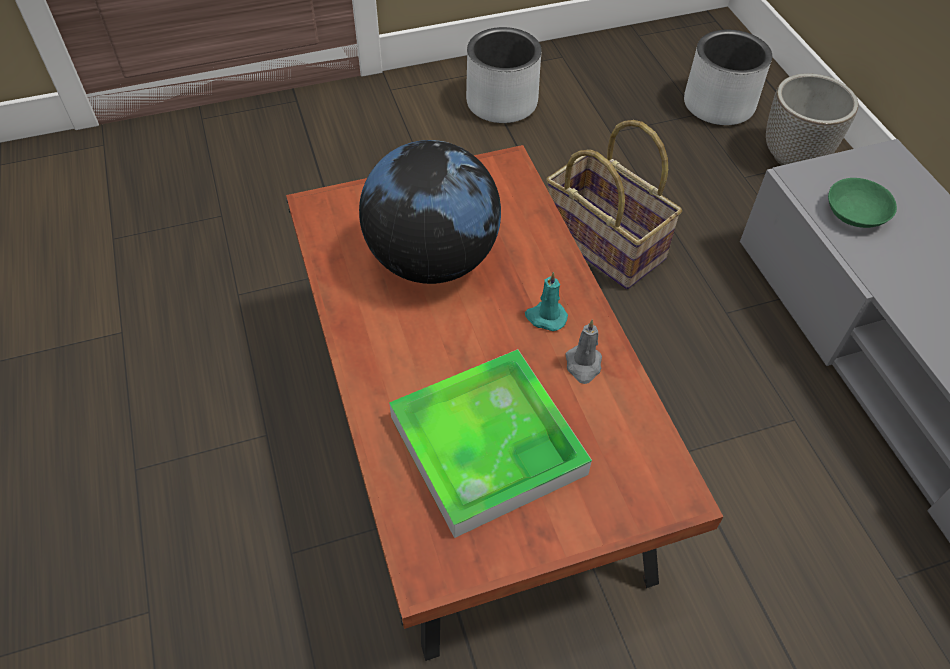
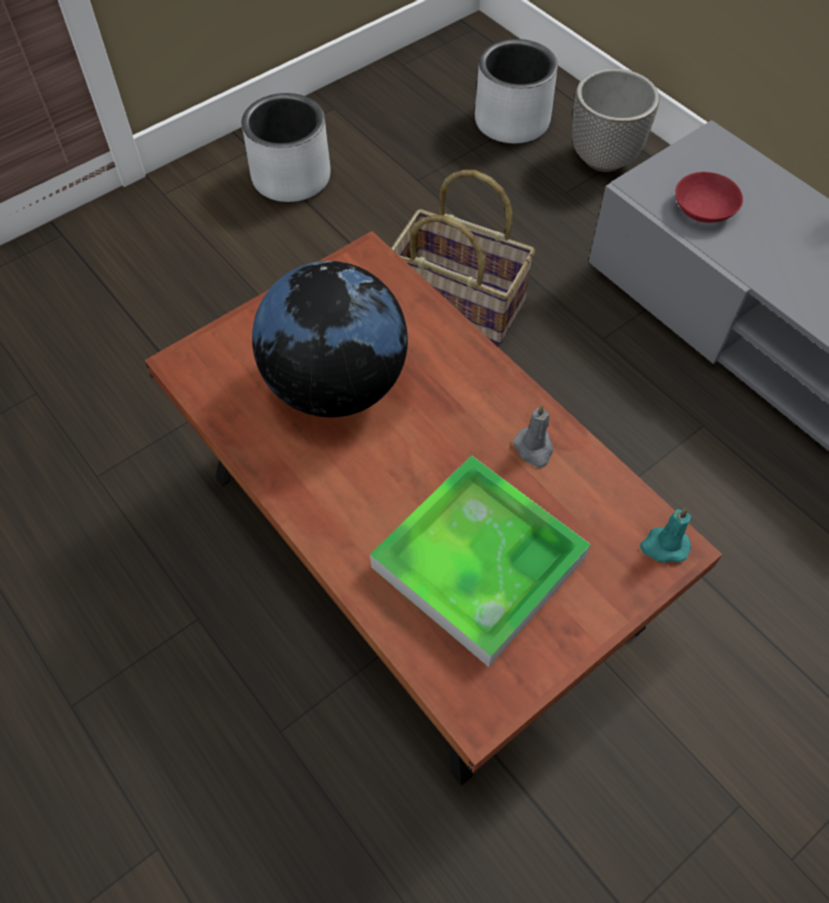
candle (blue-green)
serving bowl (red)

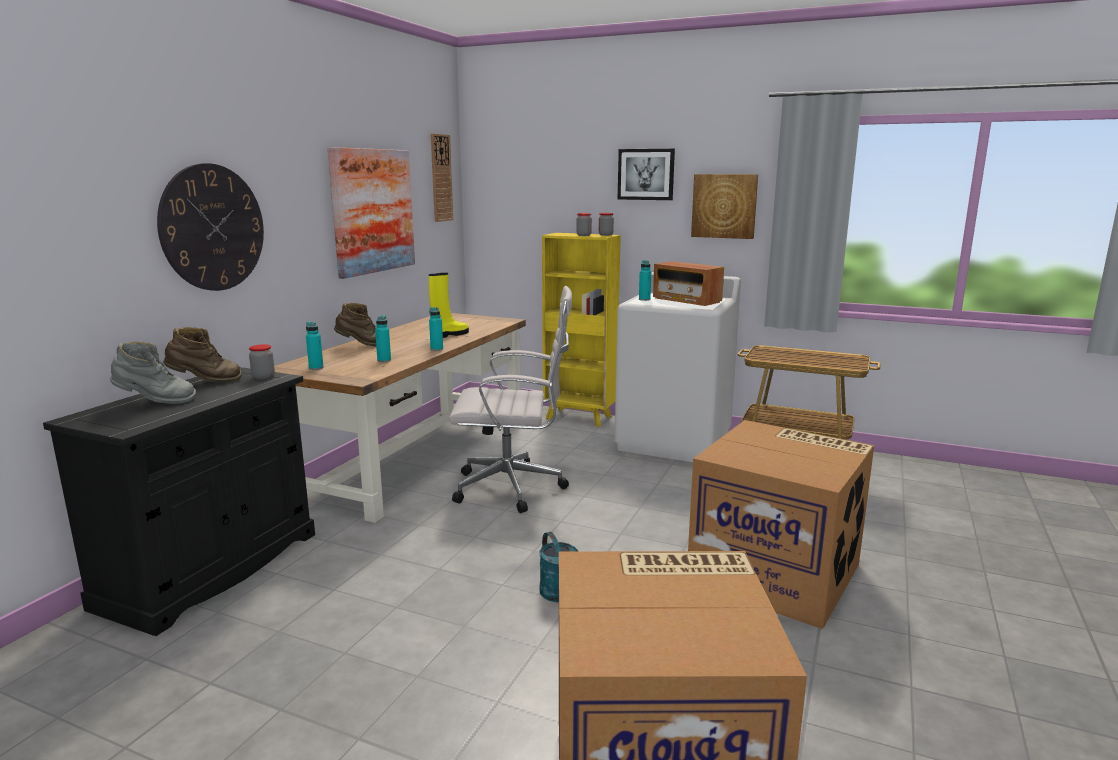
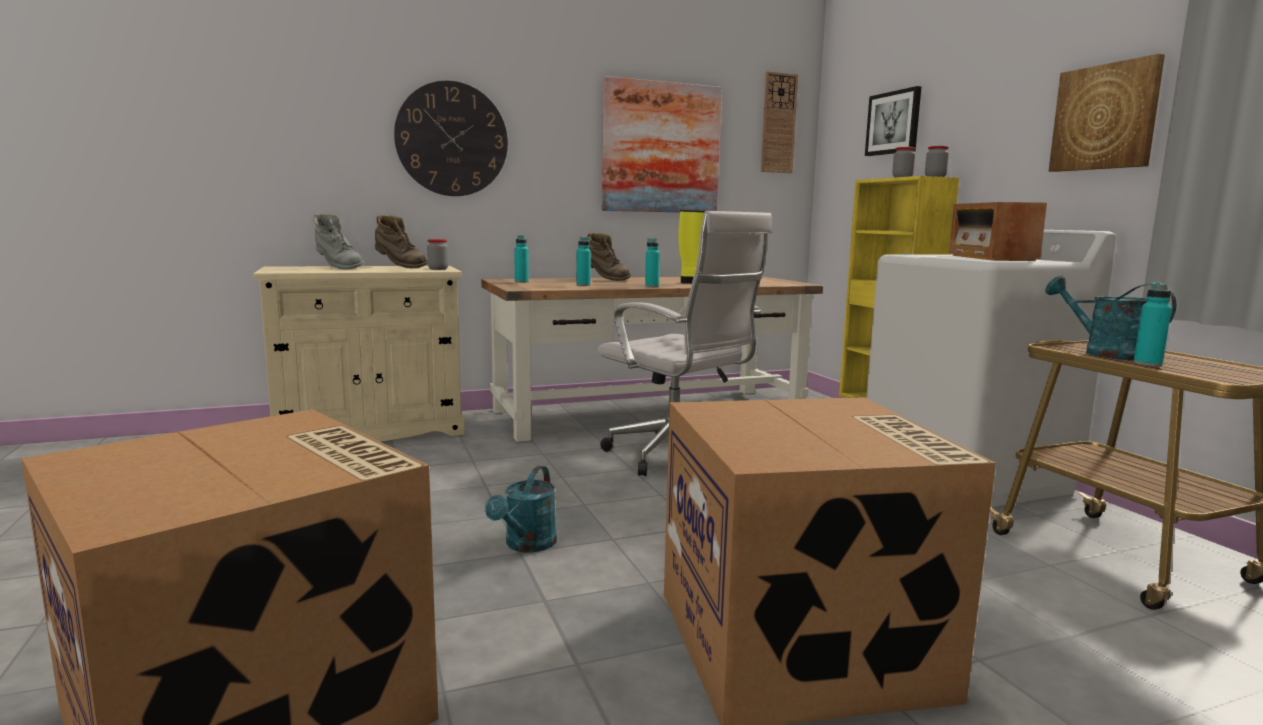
cupboard (beige)
picture (2nd from left)
watering can (blue-green) (2nd from left)
bottle (blue-green) (4th from left)

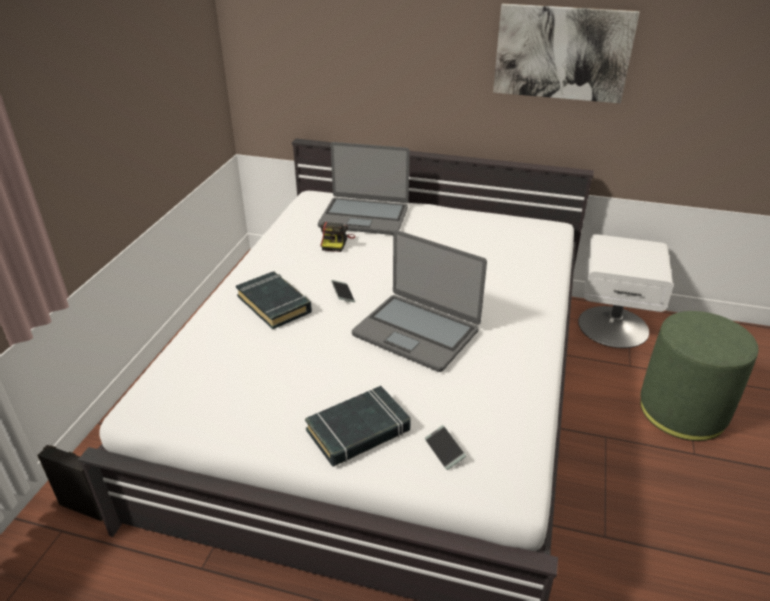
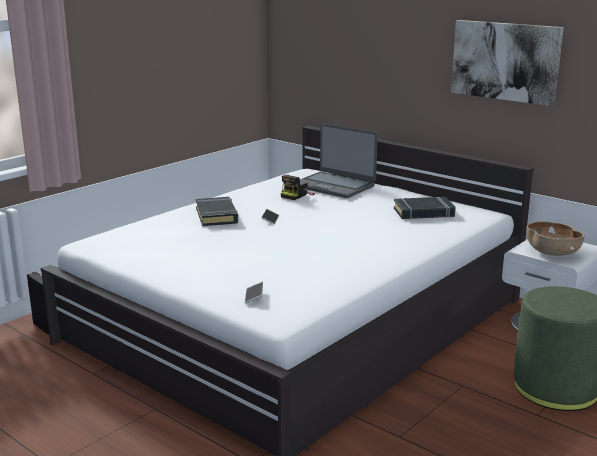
book (black-coloured) (2nd from left)
serving bowl (brown-coloured)
portable computer (2nd from left in the first image)

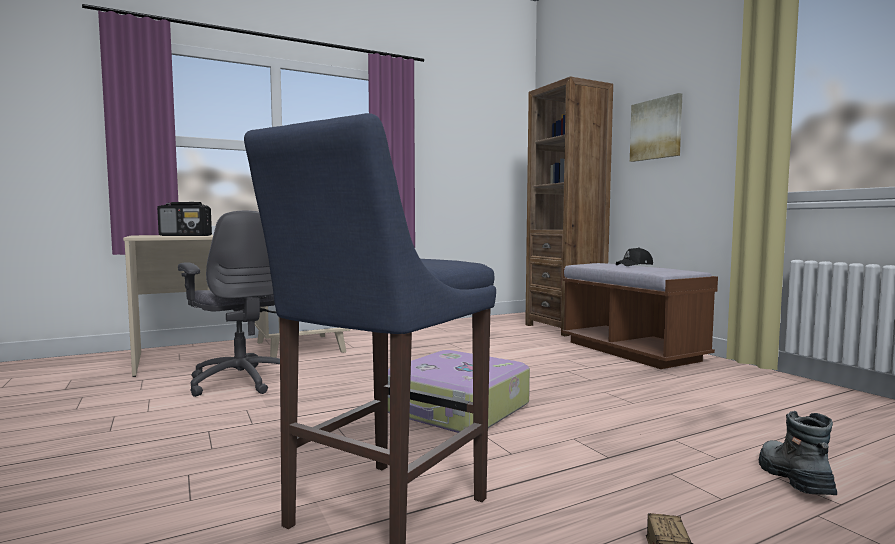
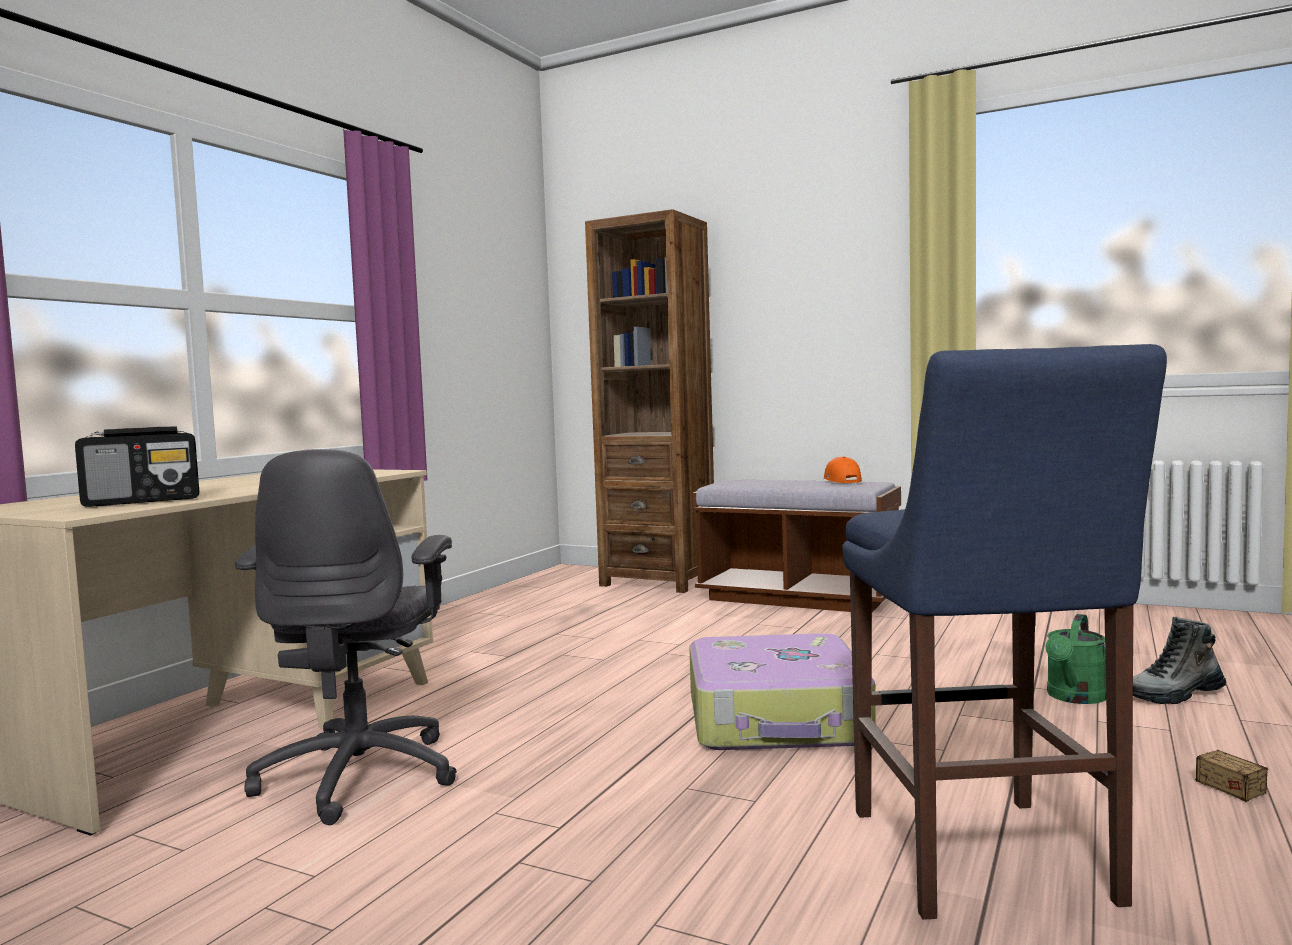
office chair (gray)
cap (orange)
watering can (green)
tall boot
cap (black-coloured)
picture

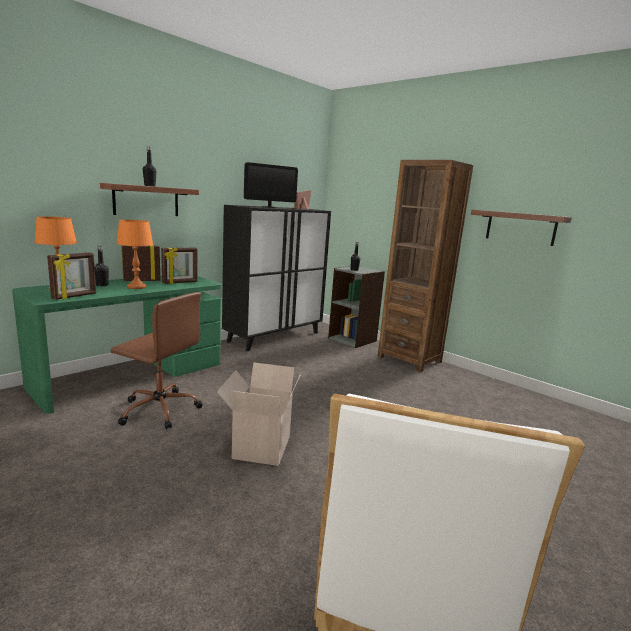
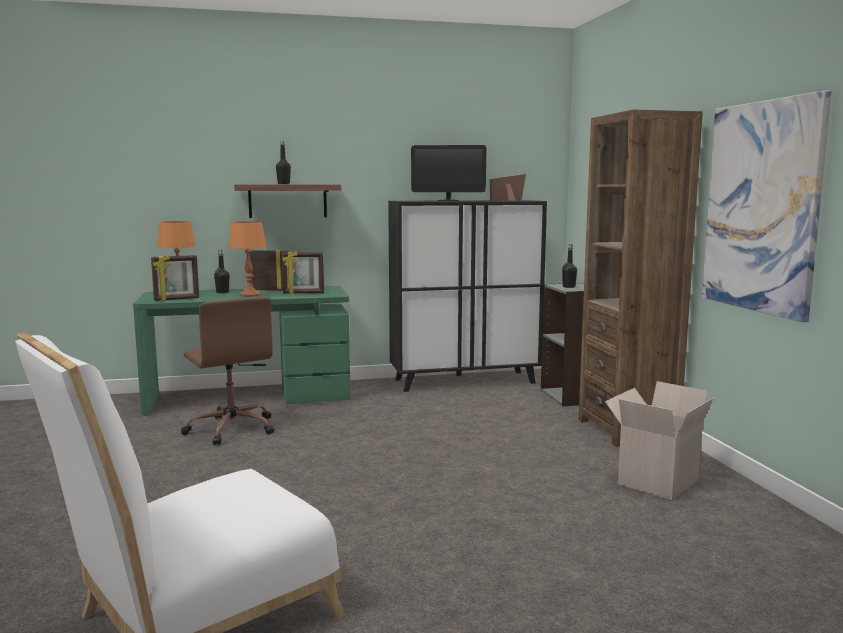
packing box
picture

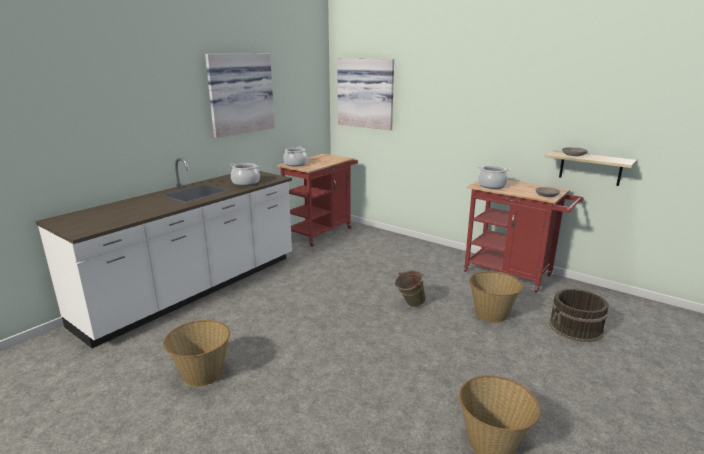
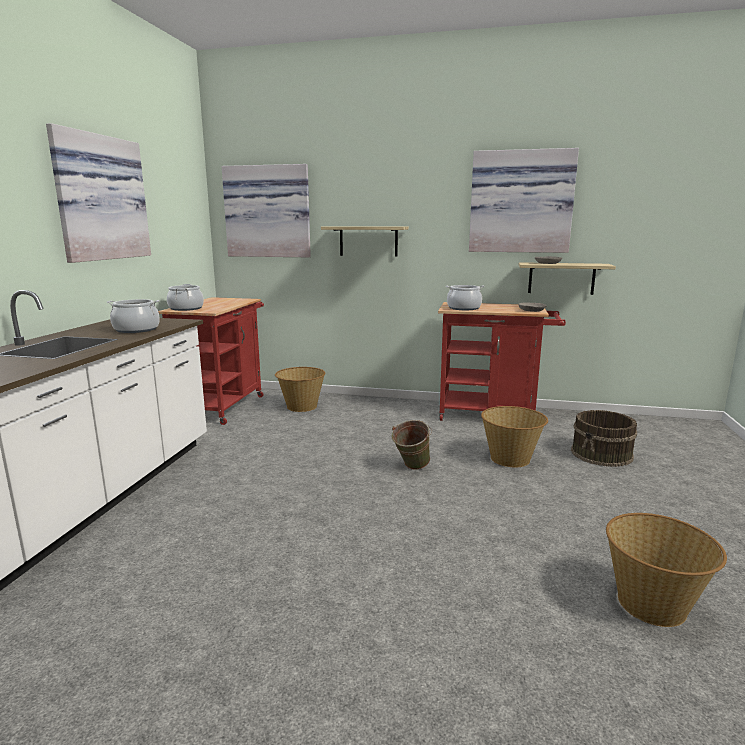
basket (1st from left)
wall shelf (1st from left)
picture (3rd from left)

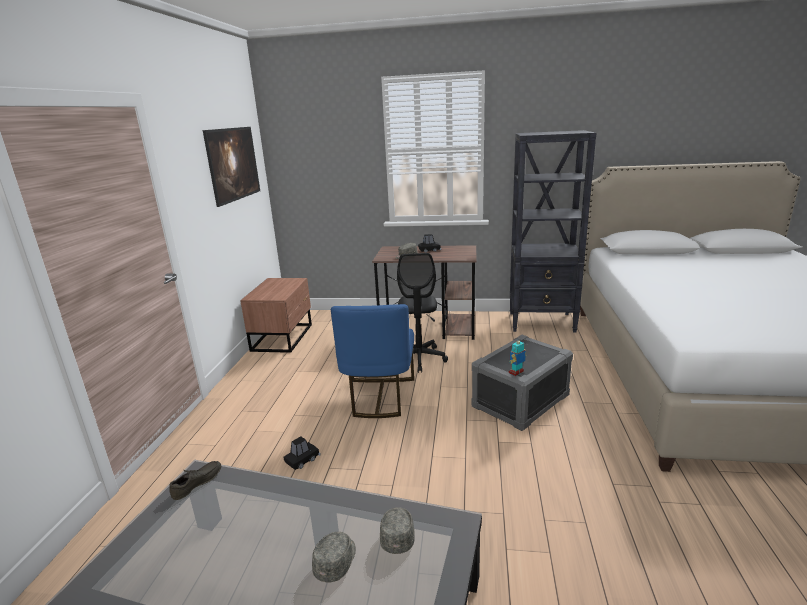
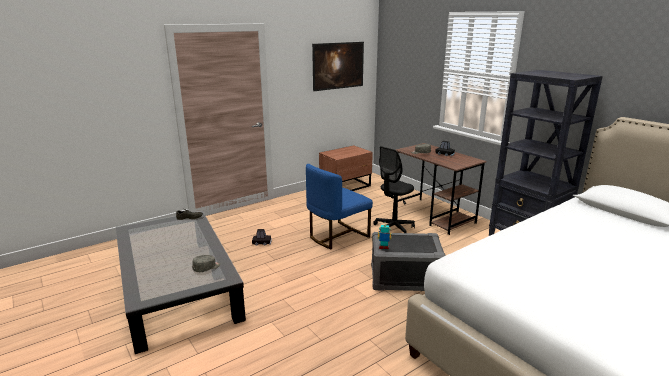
cap (gray) (1st from left in the first image)

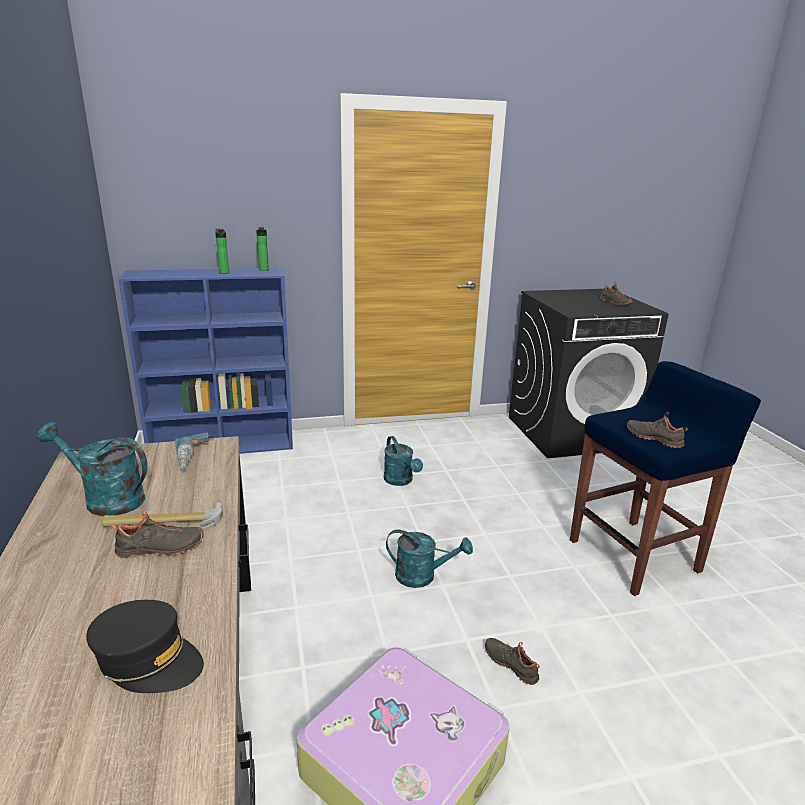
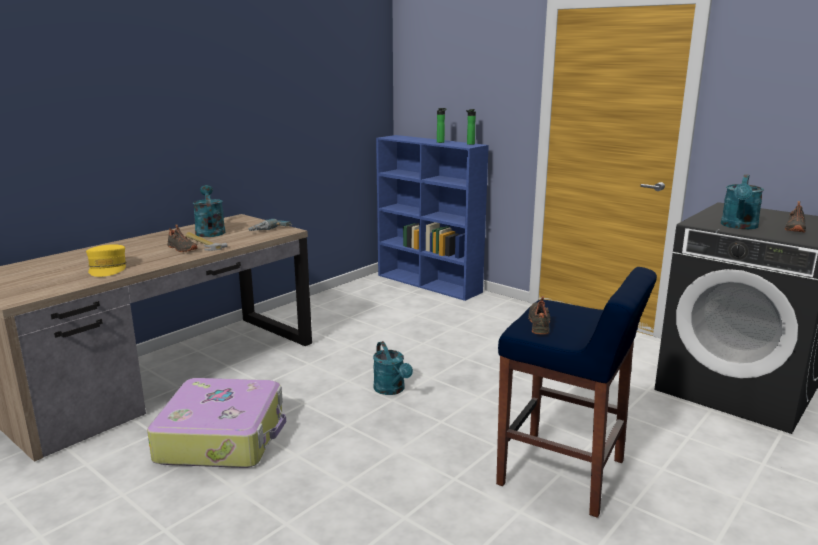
cap (yellow)
watering can (blue-green) (3rd from left)
item of footwear (black-coloured) (2nd from left in the first image)

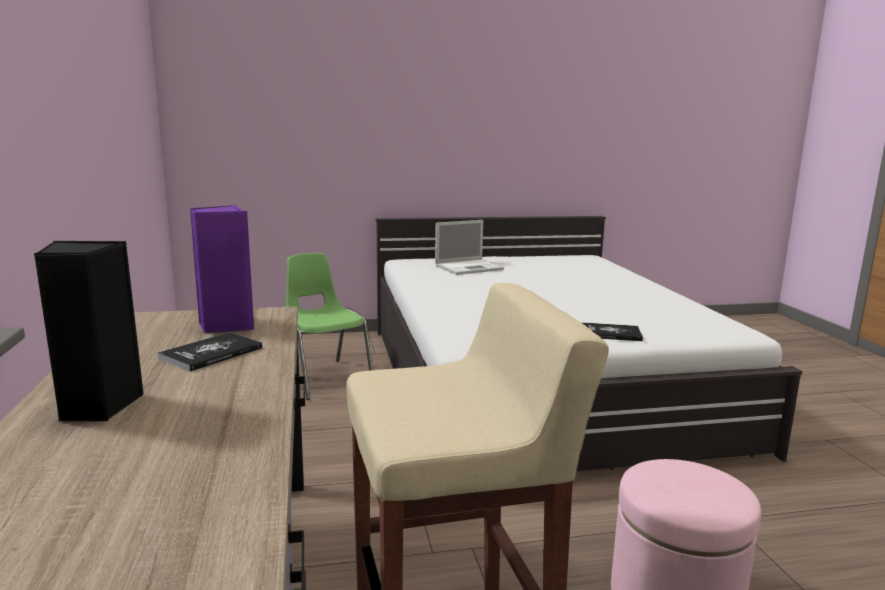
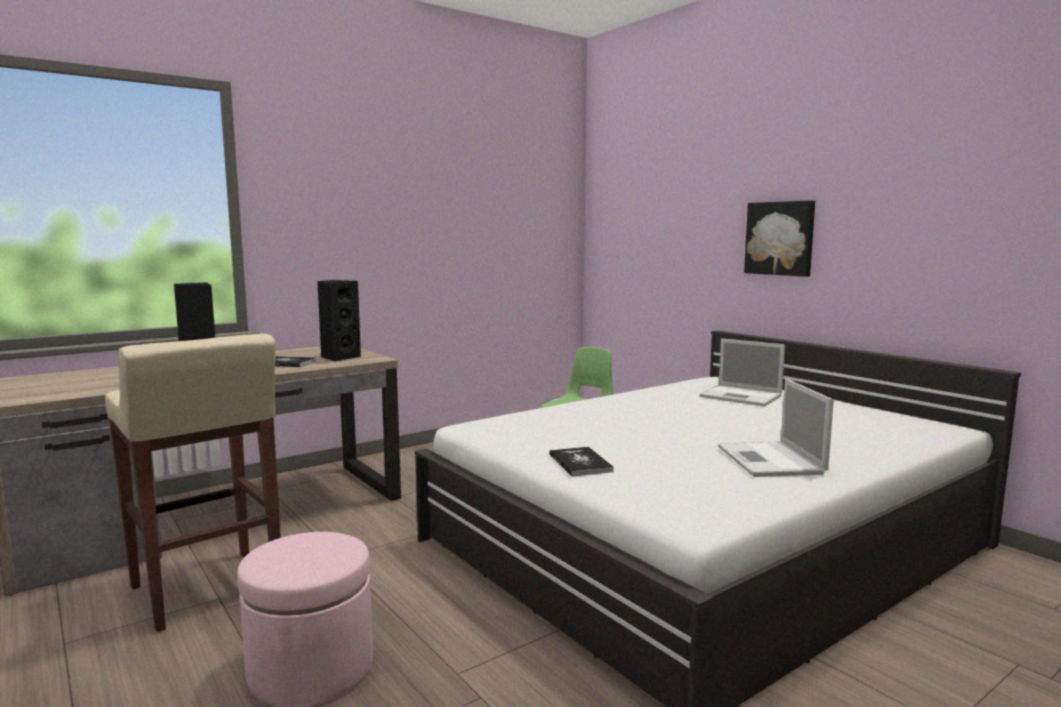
loudspeaker (black-coloured) (2nd from left)
portable computer (2nd from left)
picture

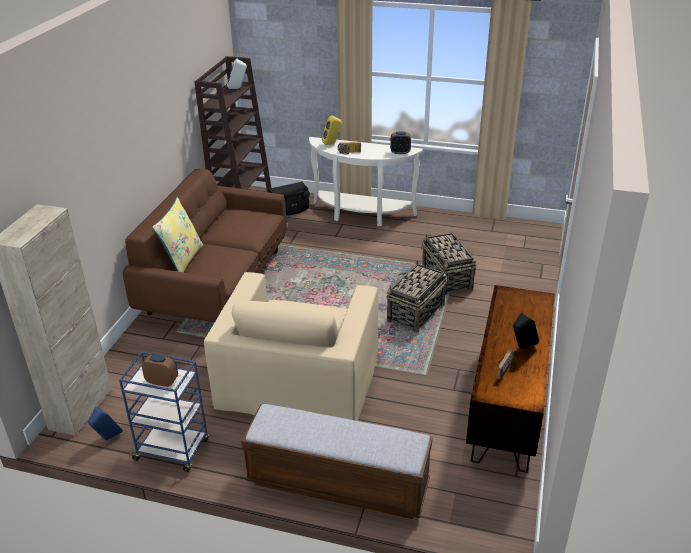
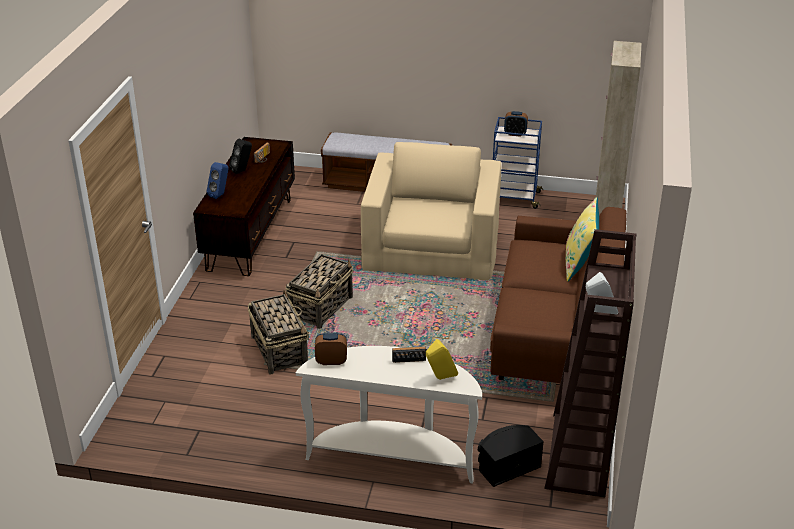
loudspeaker (blue-coloured)

